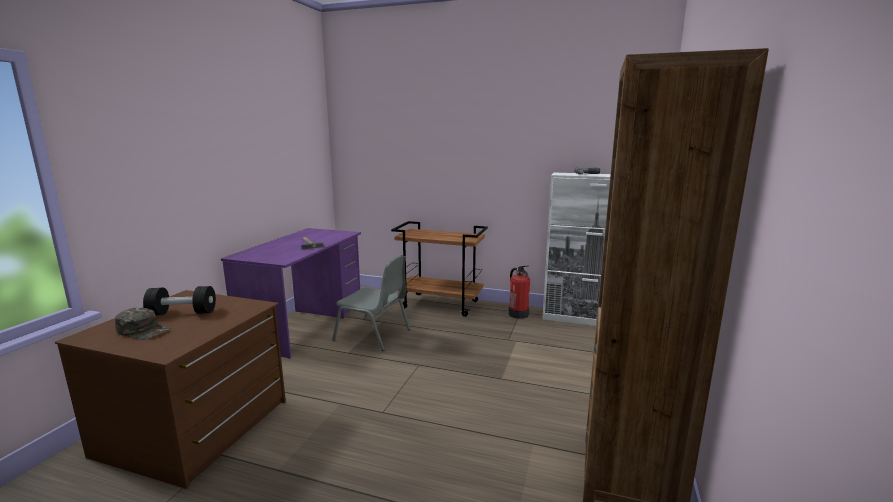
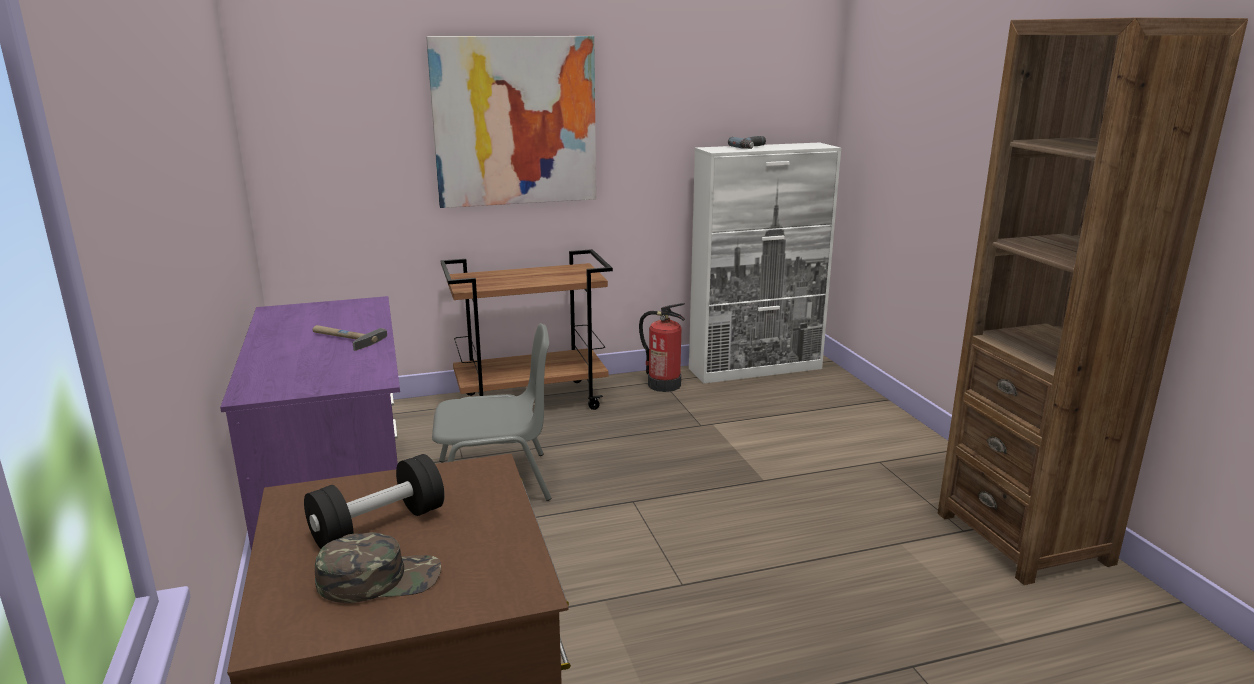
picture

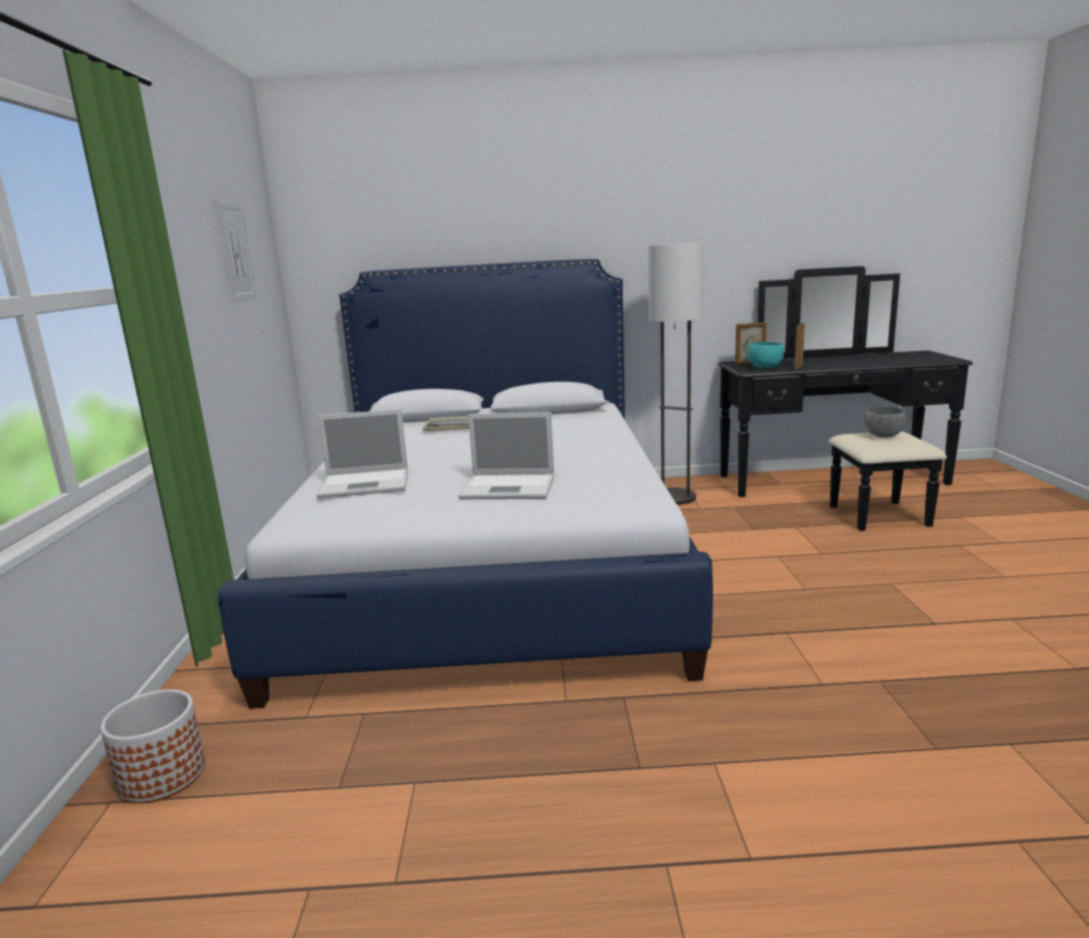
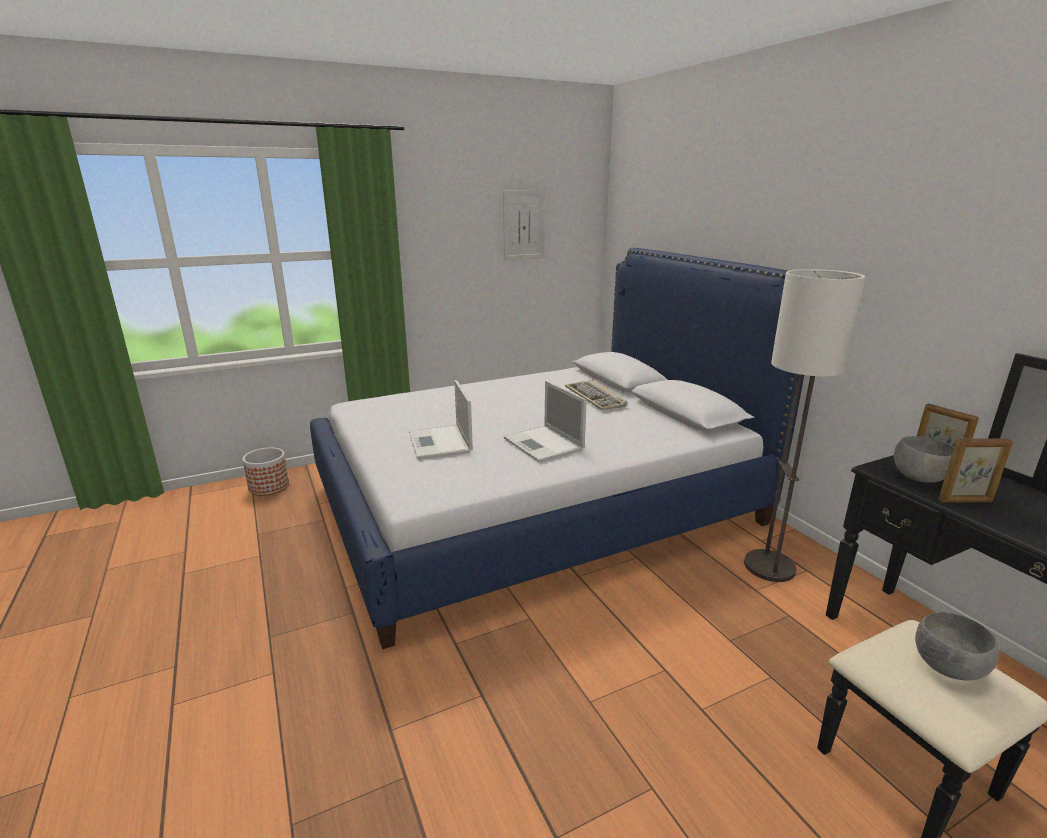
portable computer (2nd from left)
serving bowl (gray) (1st from left)

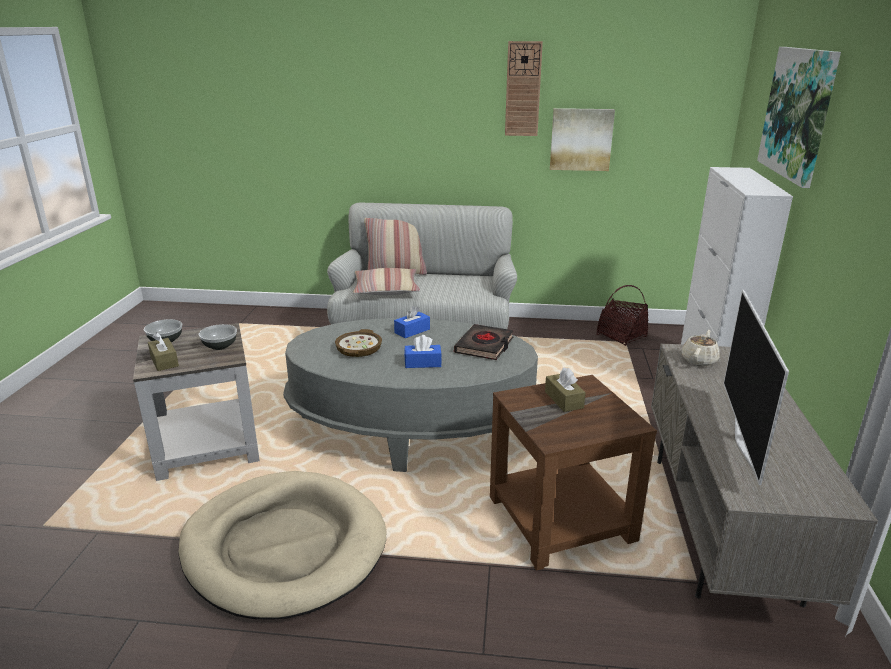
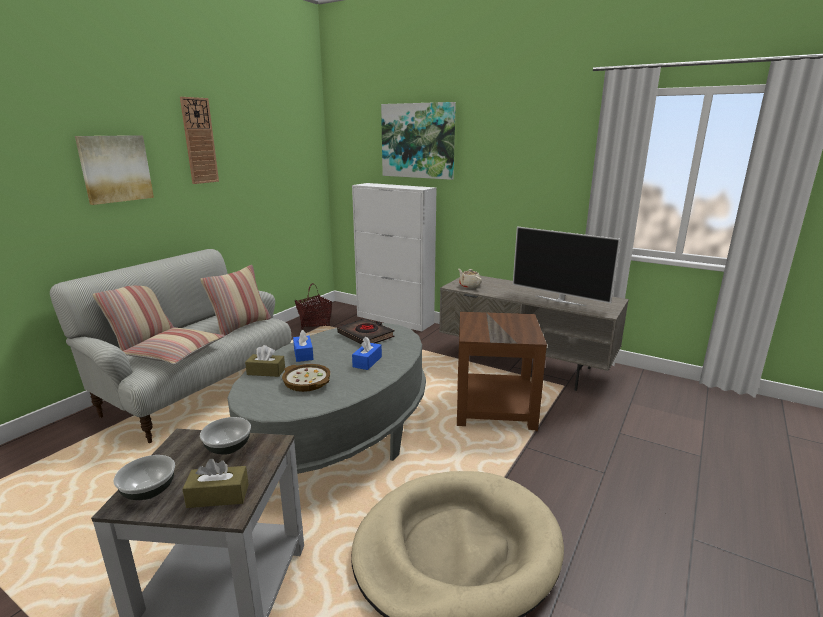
picture (1st from left)
cushion (3rd from left)
tissue holder (brown-coloured) (2nd from left)

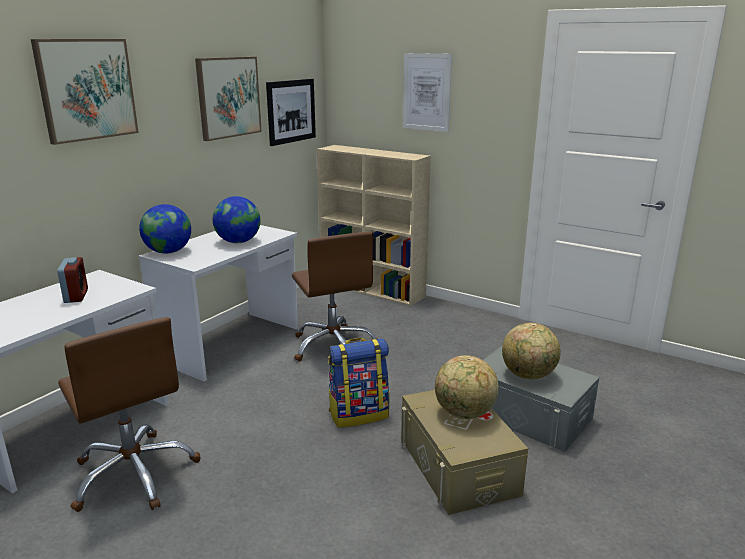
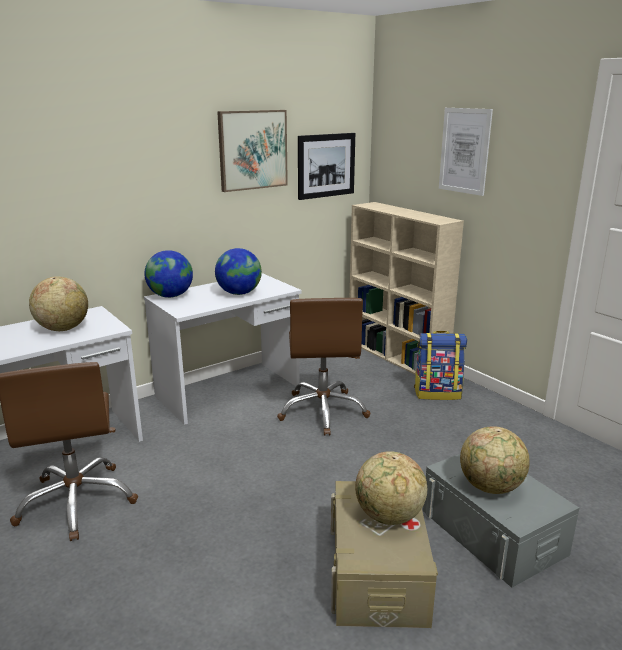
world globe (1st from left)
knapsack
picture (1st from left in the first image)

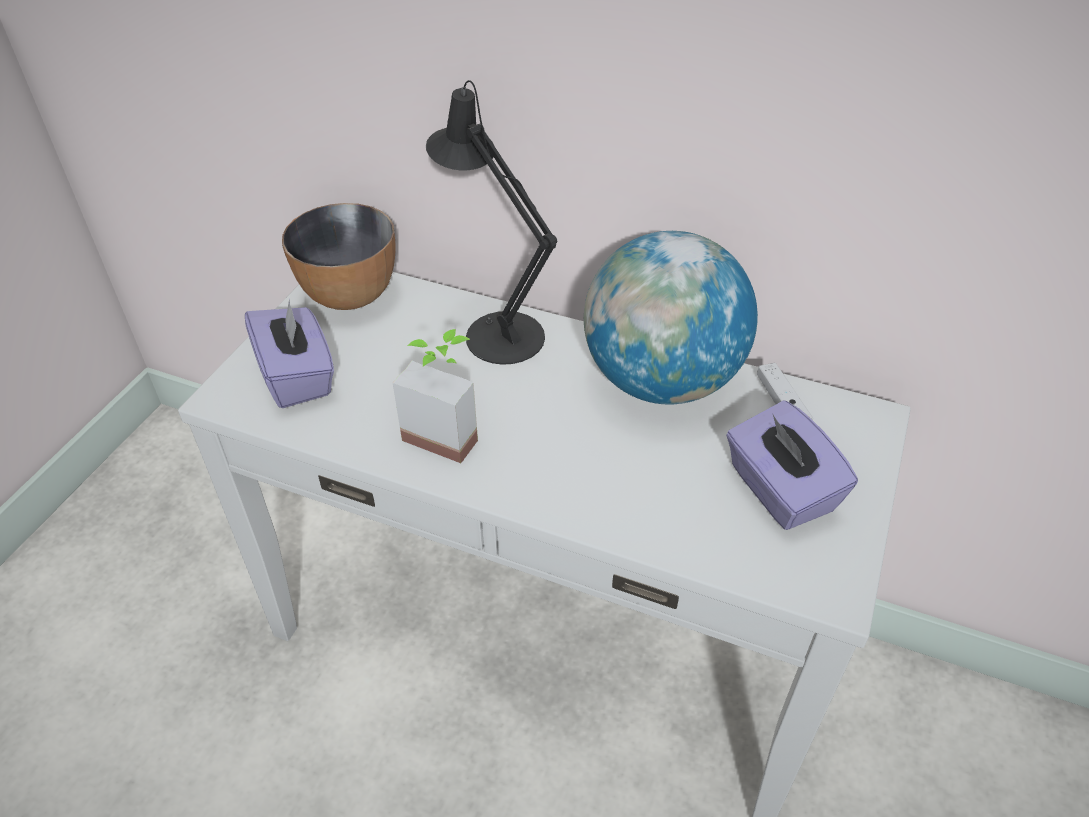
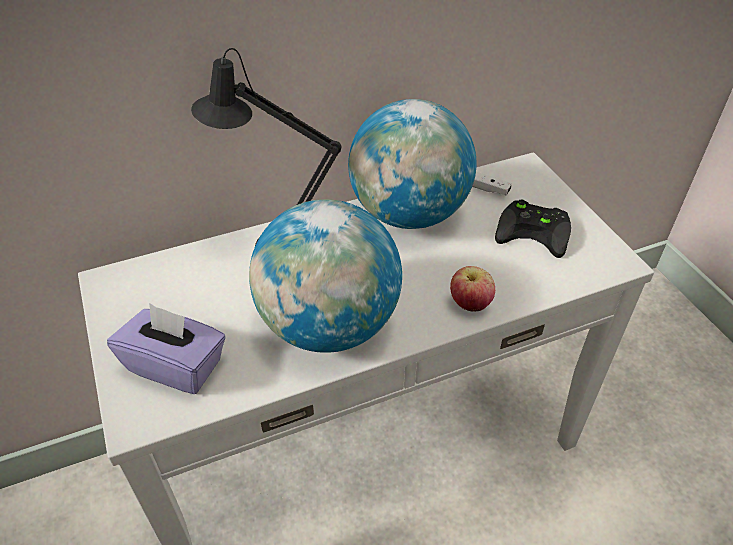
world globe (1st from left)
apple fruit
gamepad (black-coloured)
serving bowl

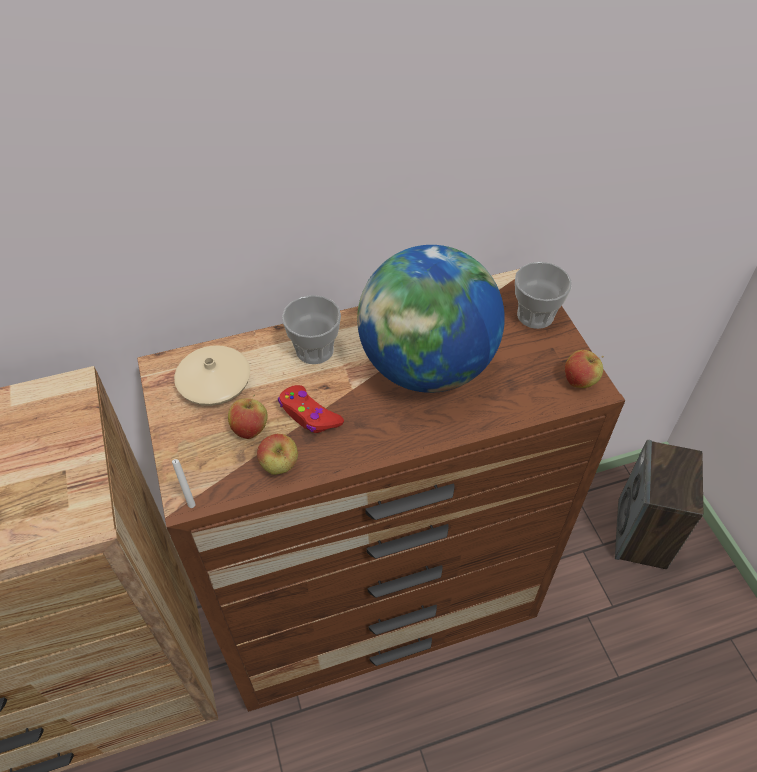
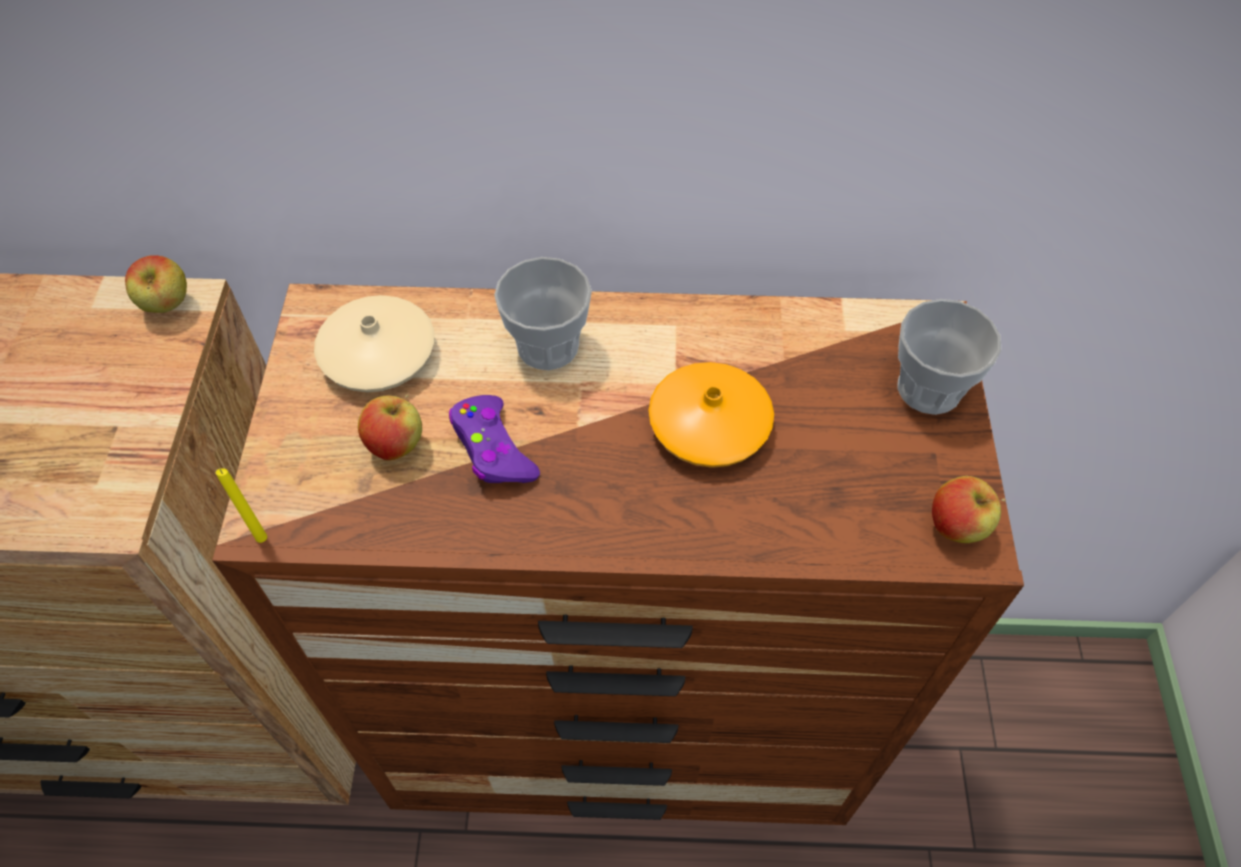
apple fruit (1st from left)
candle (yellow)
gamepad (purple-coloured)
vase (orange)
loudspeaker

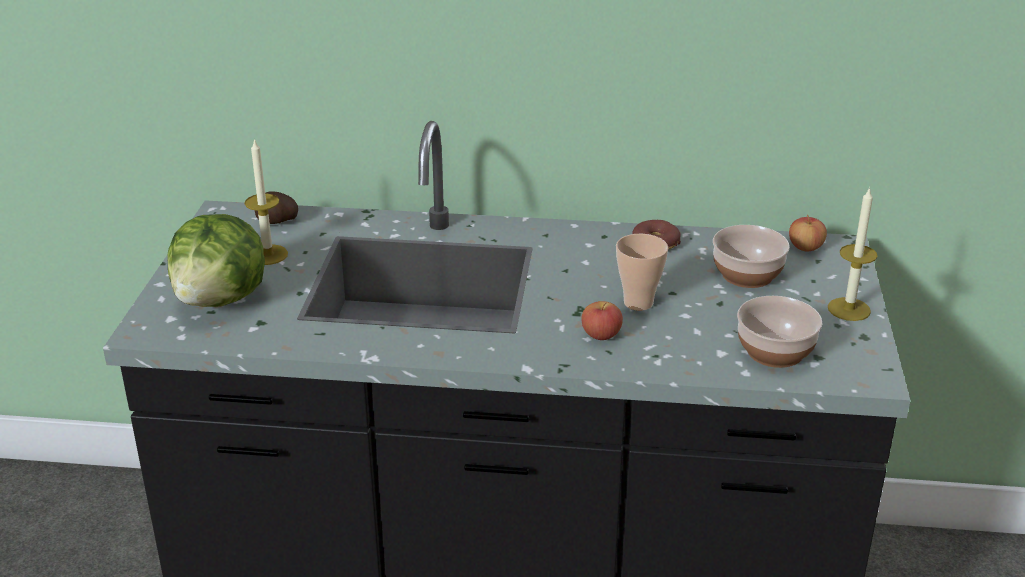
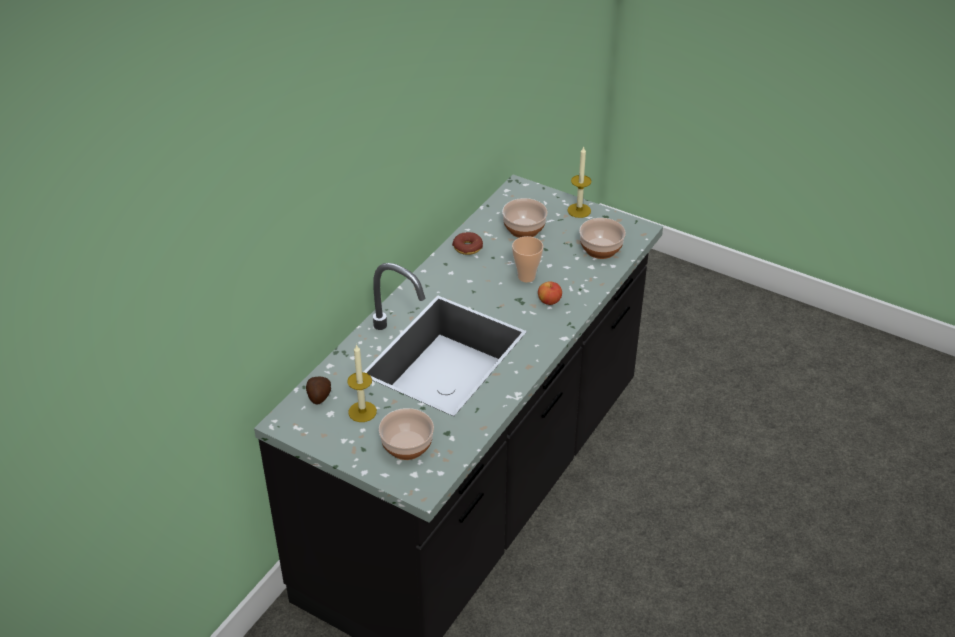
serving bowl (1st from left)
apple fruit (2nd from left in the first image)

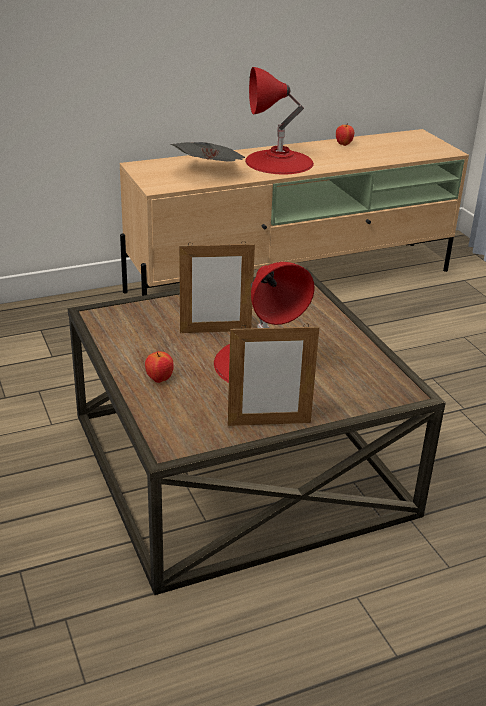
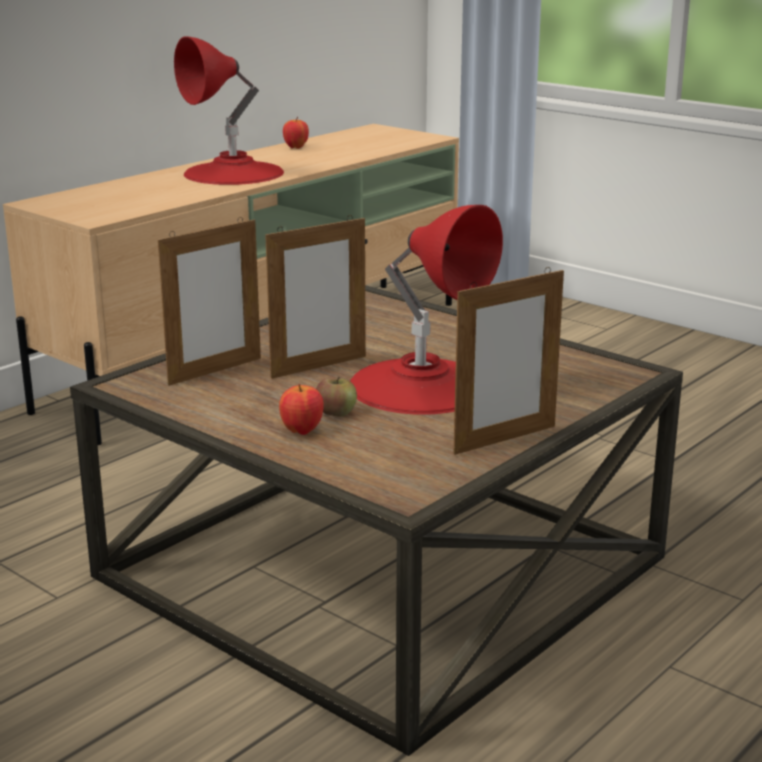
picture frame (1st from left)
apple fruit (3rd from left)
printed paper

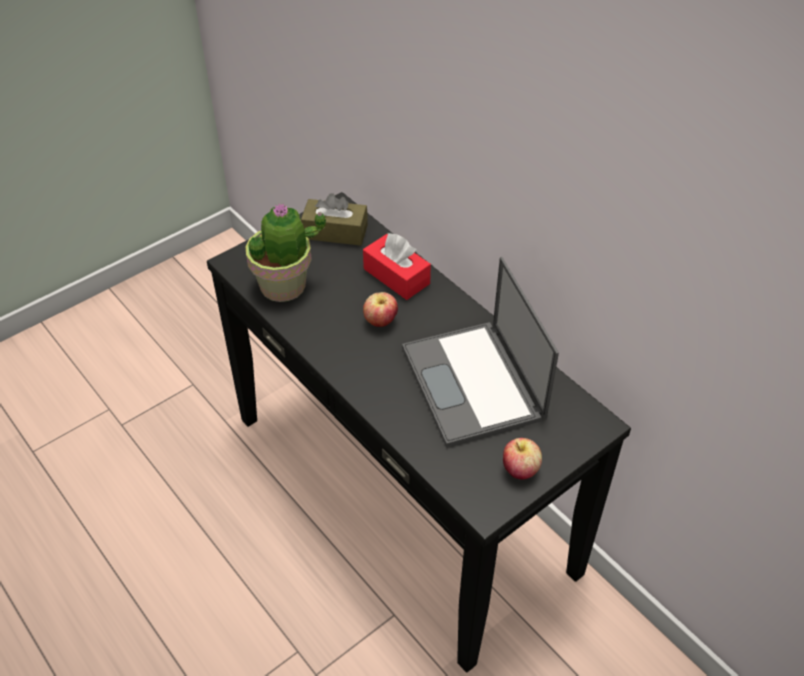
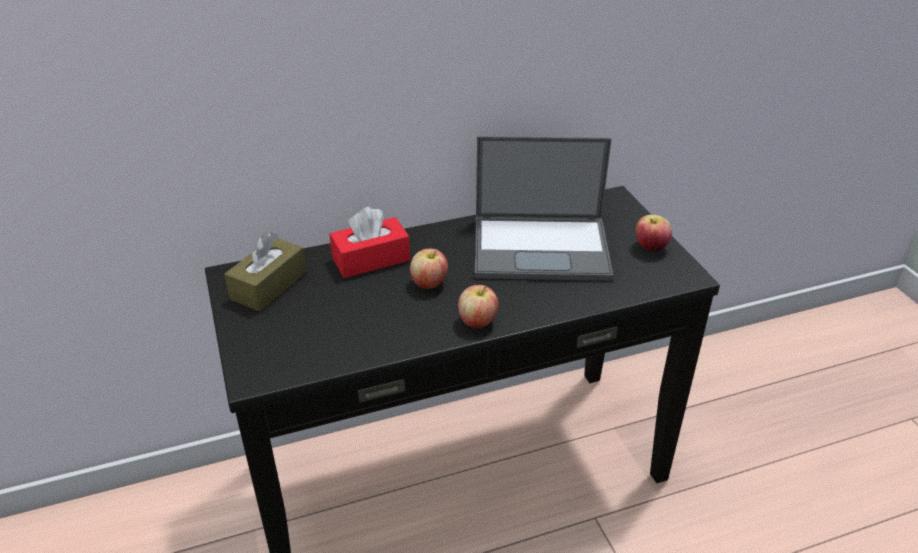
apple fruit (2nd from left)
potted plant

